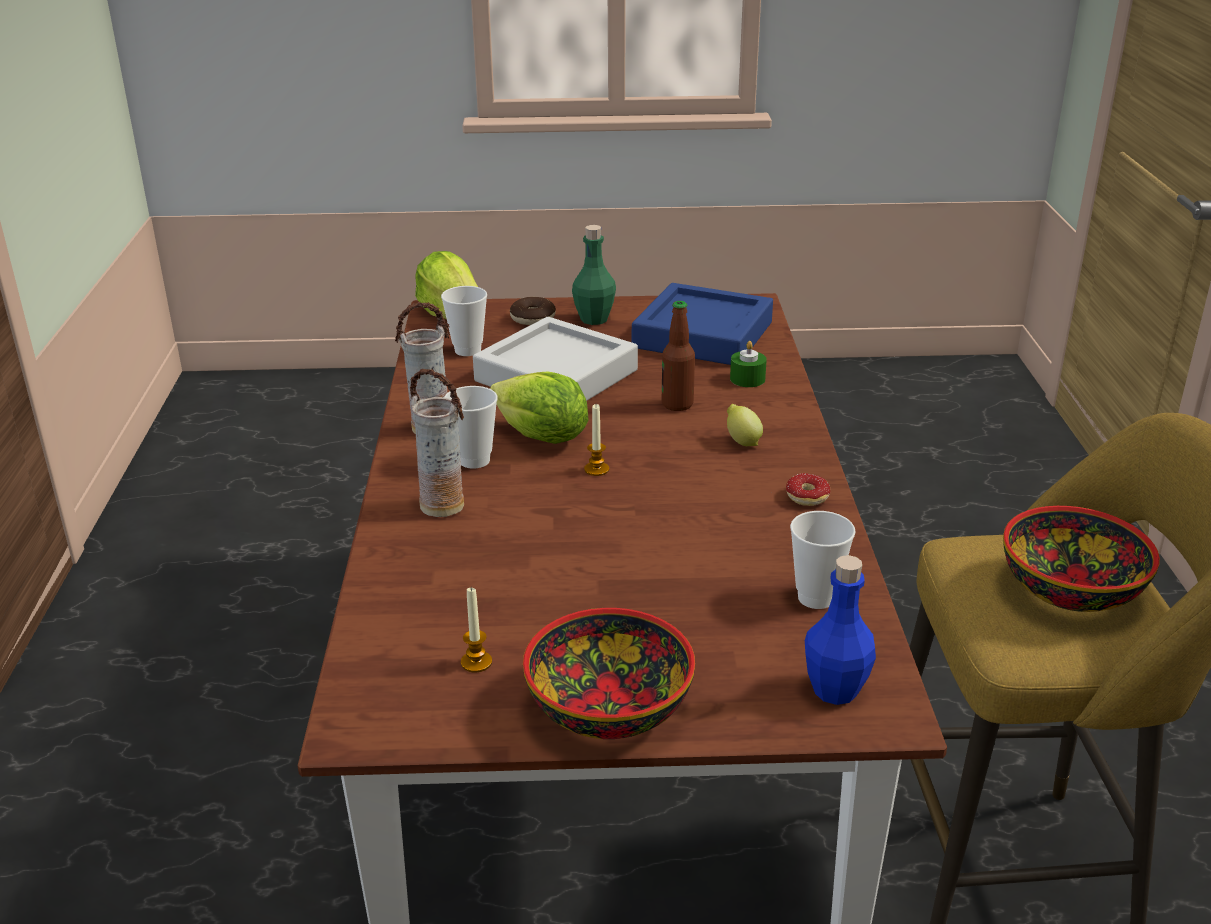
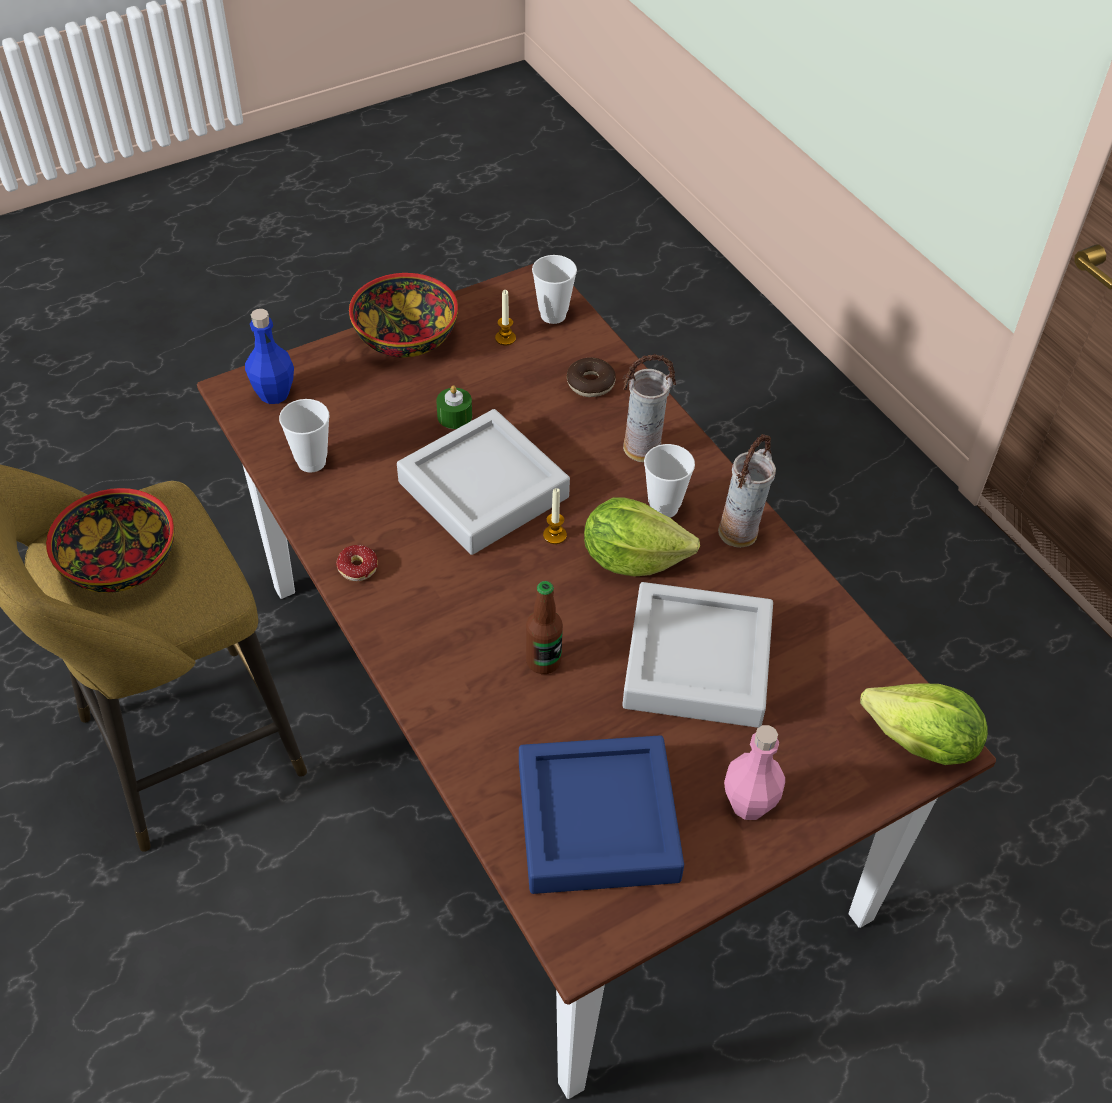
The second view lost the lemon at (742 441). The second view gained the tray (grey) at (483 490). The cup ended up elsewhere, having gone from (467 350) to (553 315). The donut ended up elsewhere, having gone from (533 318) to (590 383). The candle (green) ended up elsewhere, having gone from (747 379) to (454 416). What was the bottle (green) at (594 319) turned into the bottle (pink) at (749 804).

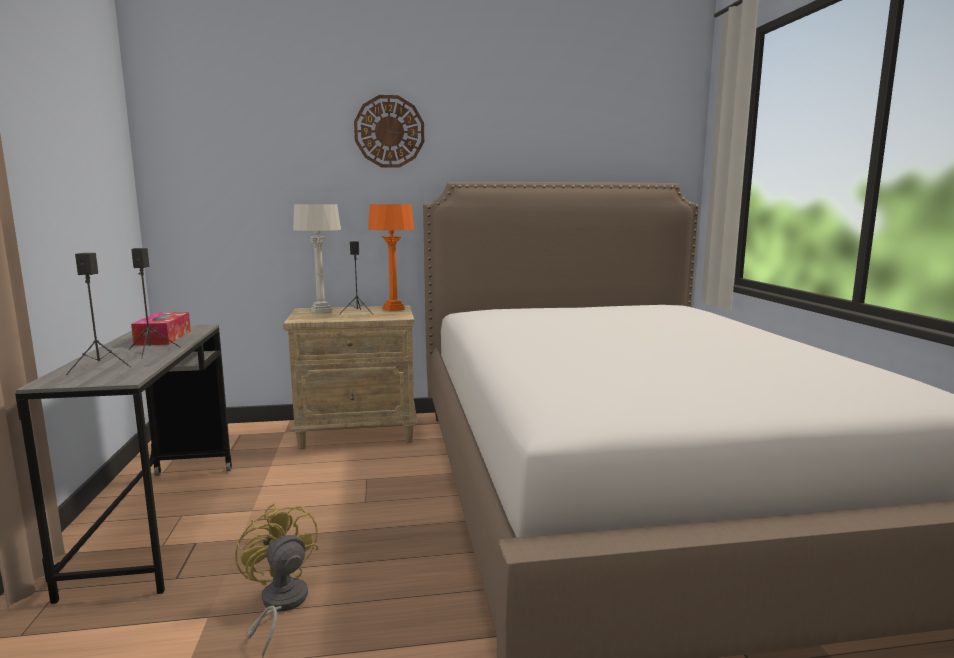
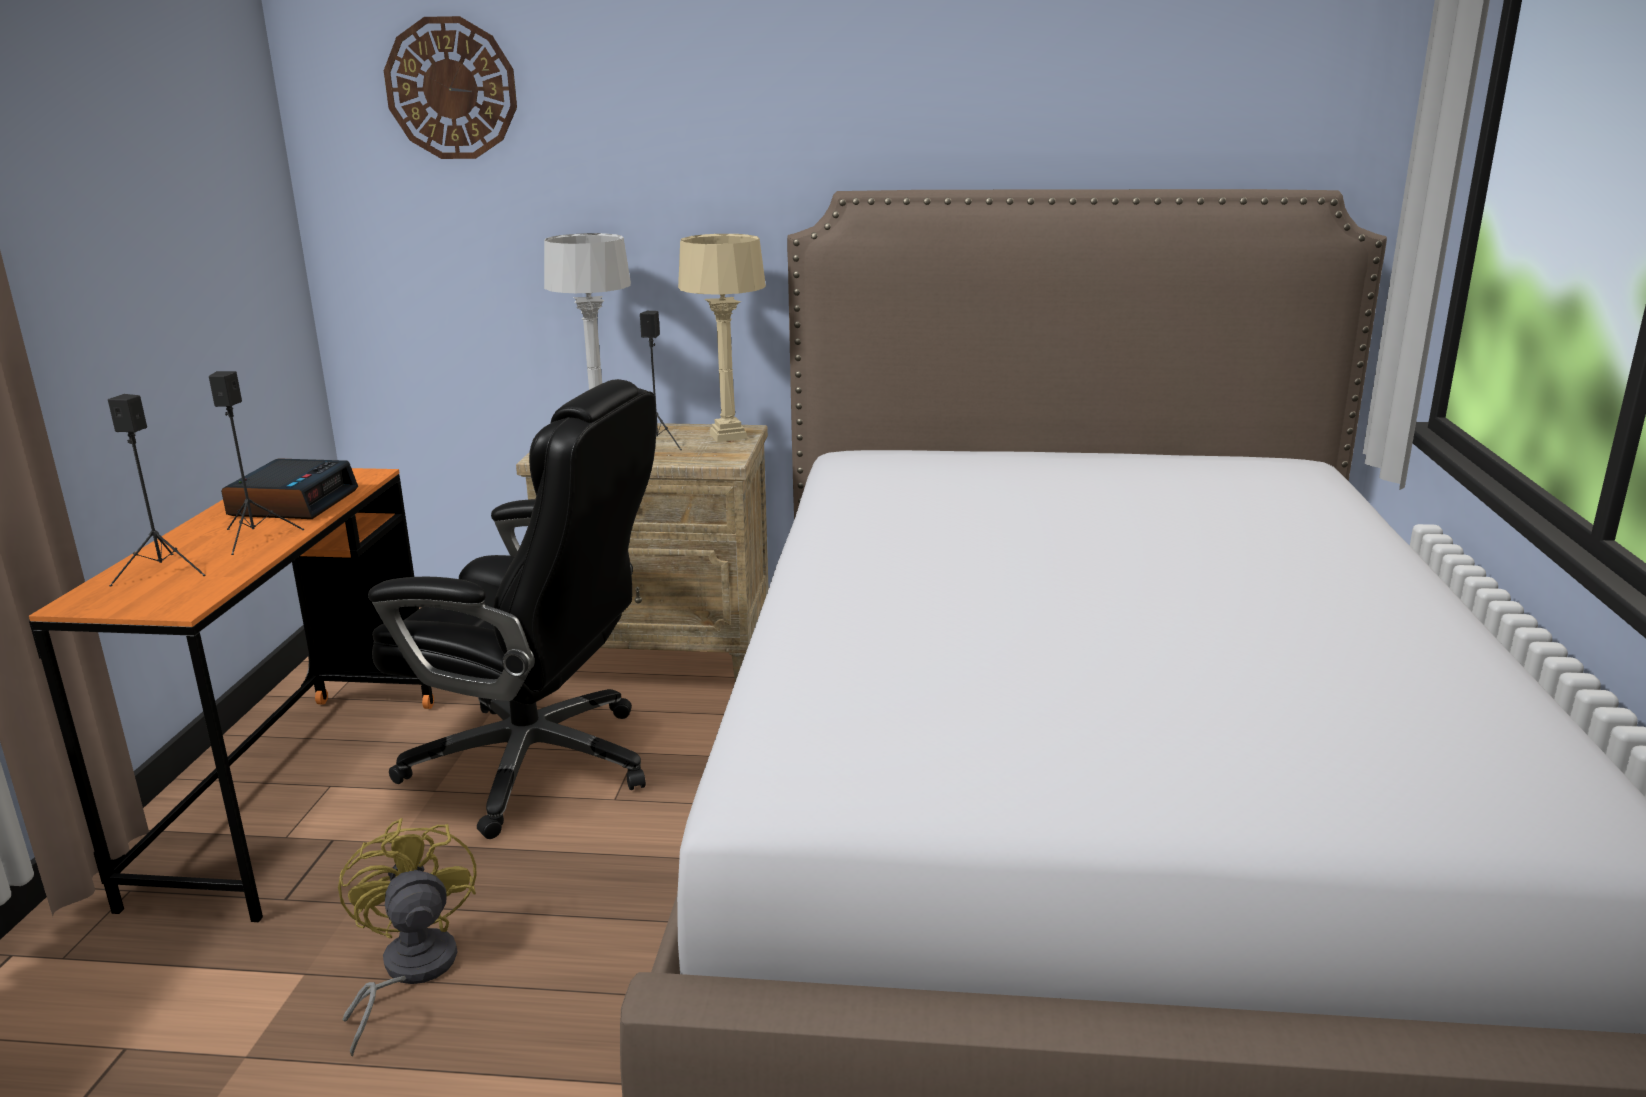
The second view gained the office chair (black) at (537 764). The wall clock ended up elsewhere, having gone from (389 131) to (451 89). Where the tissue box stood at (163 338), the alarm clock came to stand at (293 502). What was the desk (grey) at (159 523) turned into the desk (orange) at (294 795). What was the table lamp (orange) at (393 309) turned into the table lamp (beige) at (728 436).

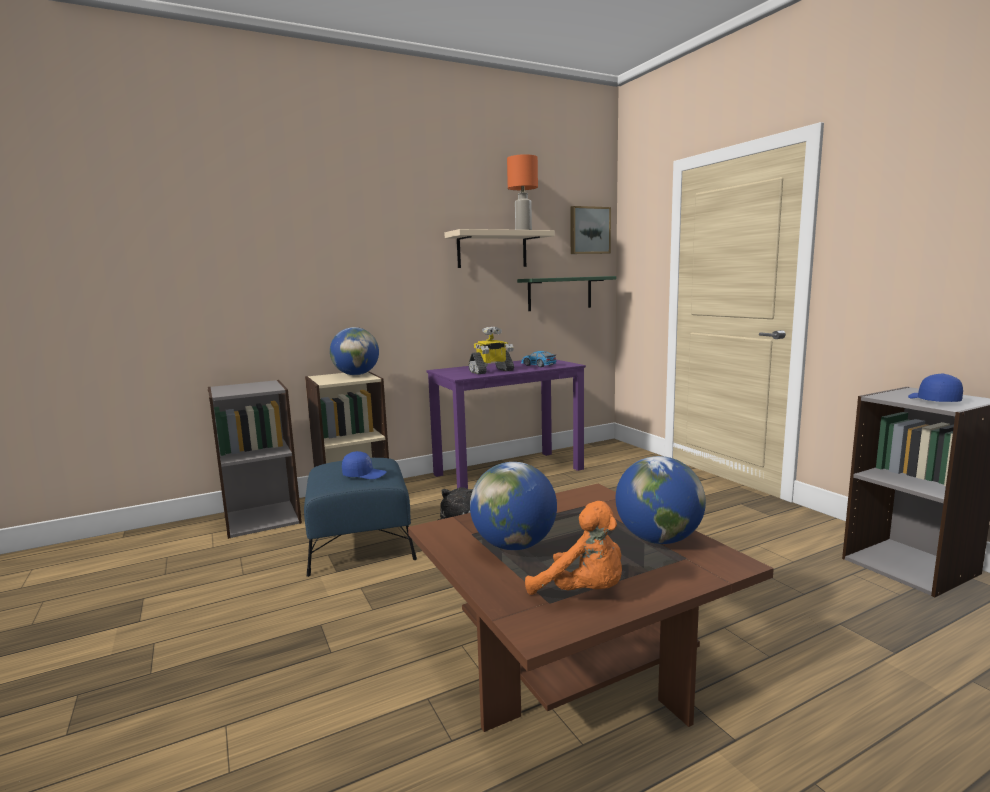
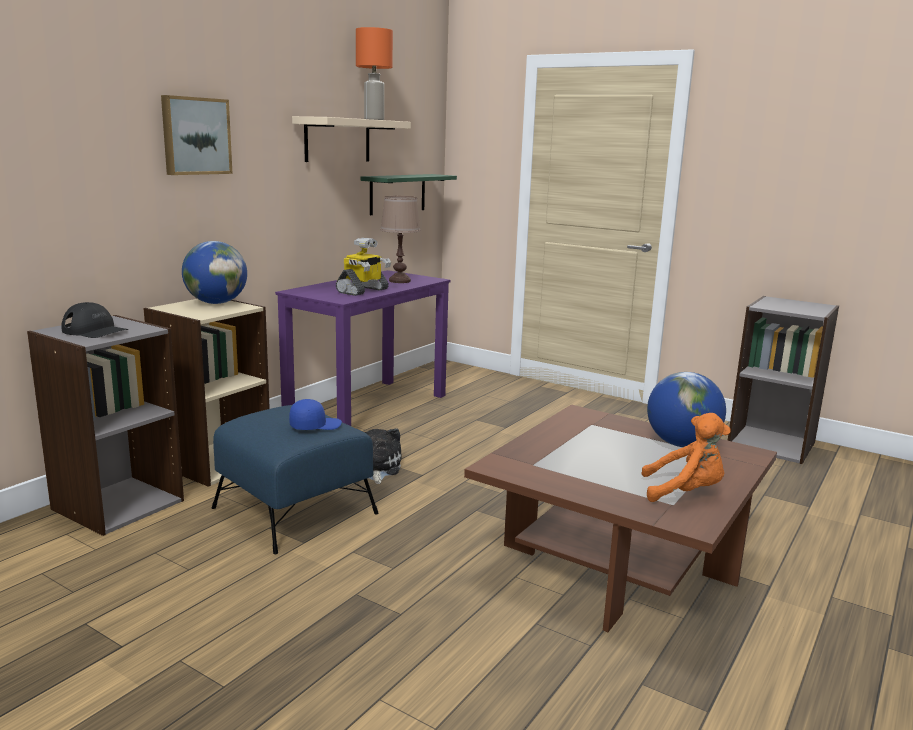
The second view lost the globe at (514 545). The second view lost the cap (blue) at (932 400). The second view gained the cap (black) at (95 331). The picture ended up elsewhere, having gone from (589 230) to (195 136). Where the toy car stood at (538 365), the table lamp (brown) came to stand at (400 281).

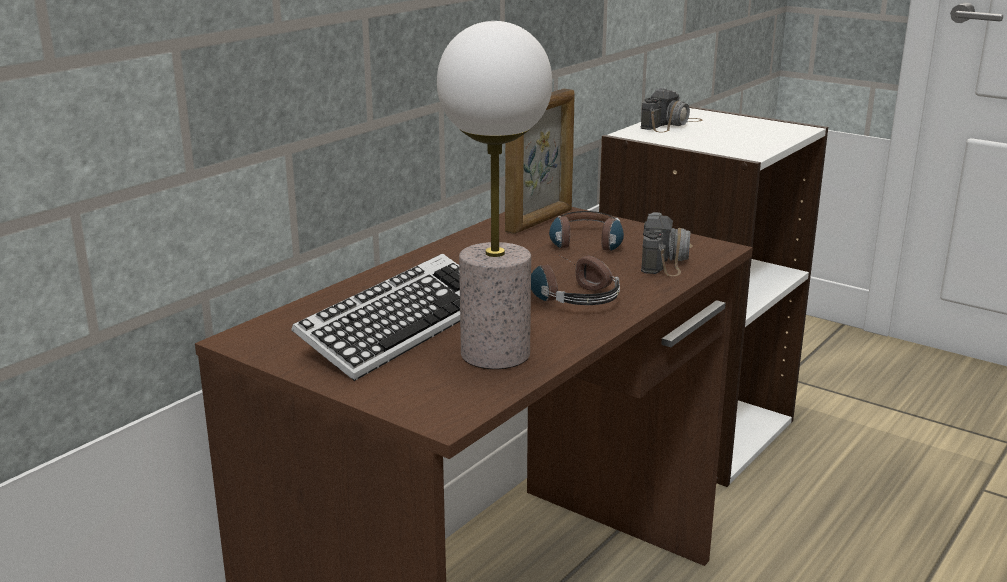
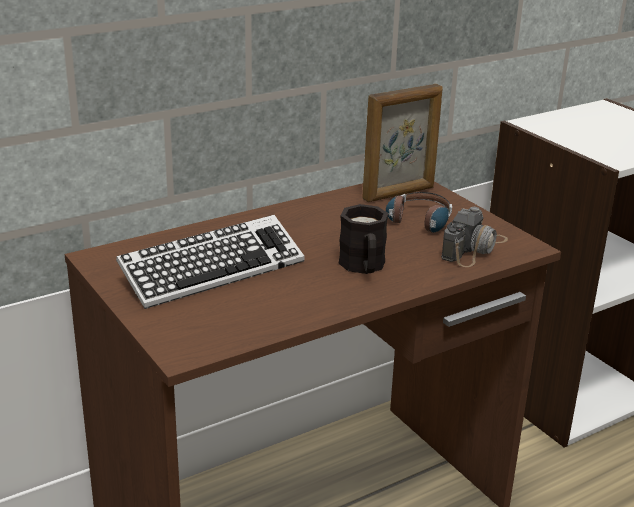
The second view lost the table lamp at (495 353). The second view lost the photo camera at (671 124). Where the headphones stood at (569 294), the mug (black) came to stand at (363 267).

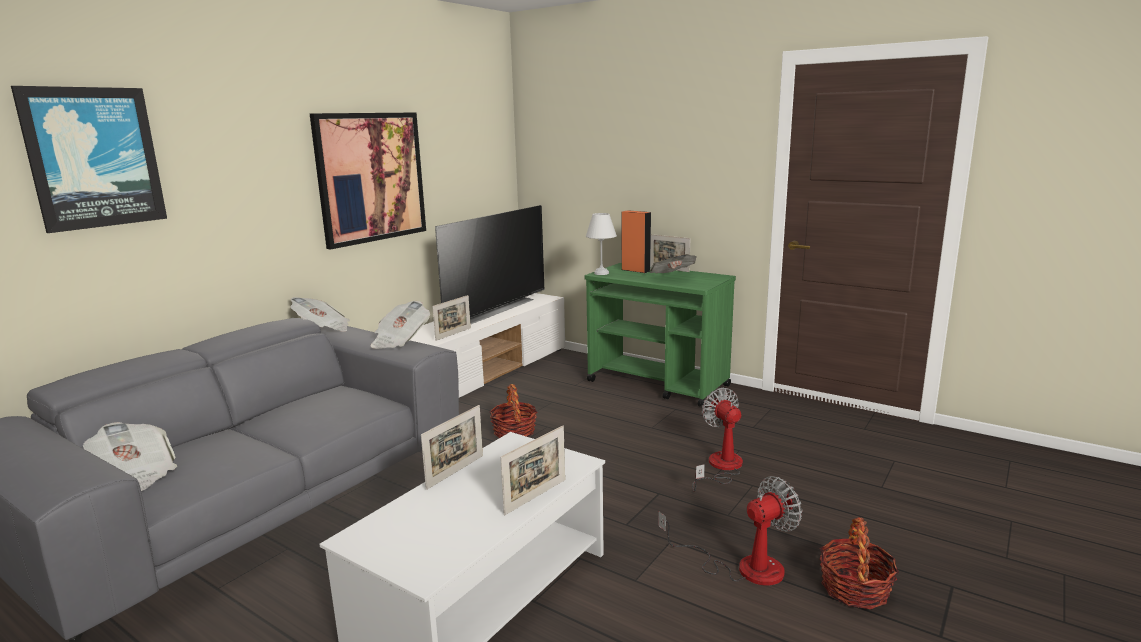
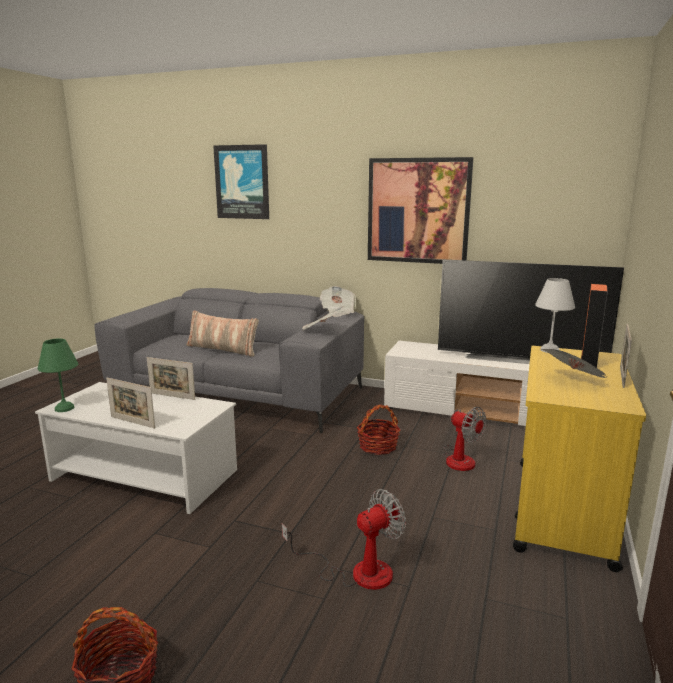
The second view lost the newspaper at (135 475). The second view lost the picture frame at (453 334). The second view gained the table lamp (green) at (64 409). The second view gained the pillow at (222 349). The fan ended up elsewhere, having gone from (743 567) to (459 458). What was the cart (green) at (658 384) turned into the cart (yellow) at (562 511).

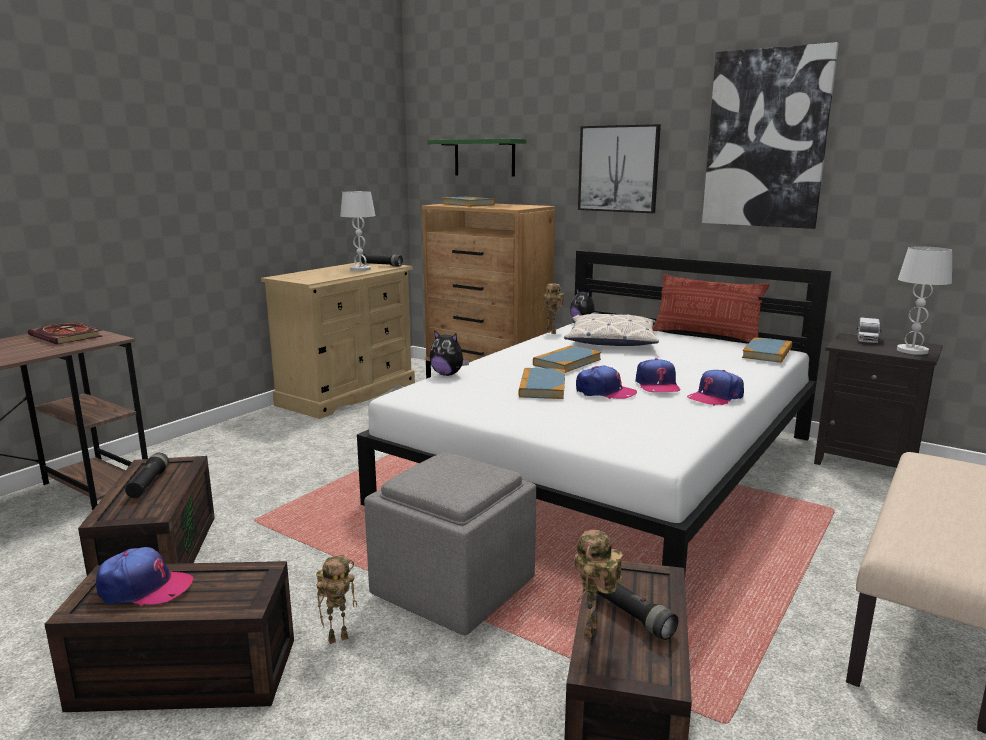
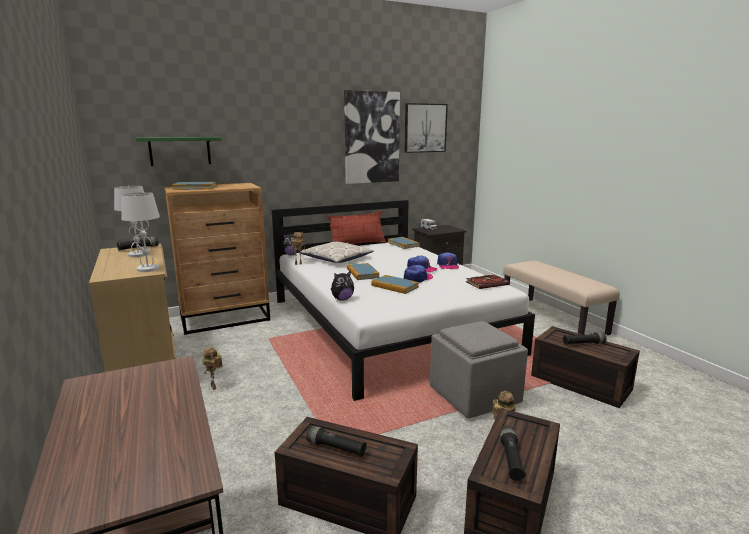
The book ended up elsewhere, having gone from (68 336) to (487 283). The toy robot ended up elsewhere, having gone from (593 632) to (215 387). The picture ended up elsewhere, having gone from (618 169) to (425 128). The table lamp (white) ended up elsewhere, having gone from (912 351) to (148 269). Where the cap stood at (144 588), the flashlight (black) came to stand at (511 459).

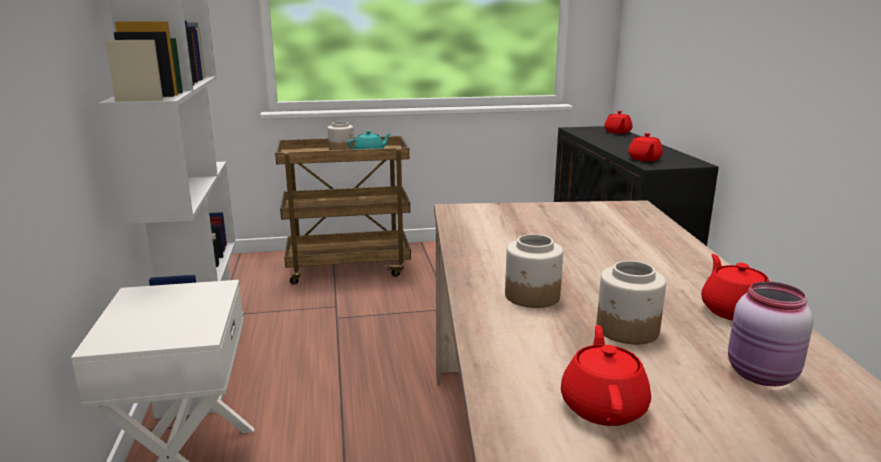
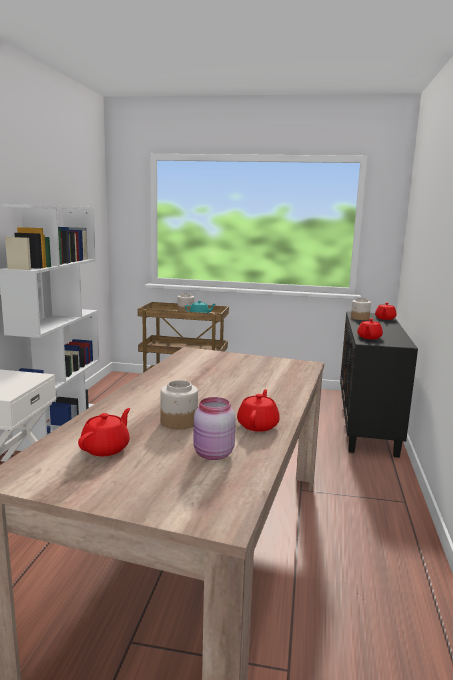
The jar ended up elsewhere, having gone from (532 296) to (360 318).

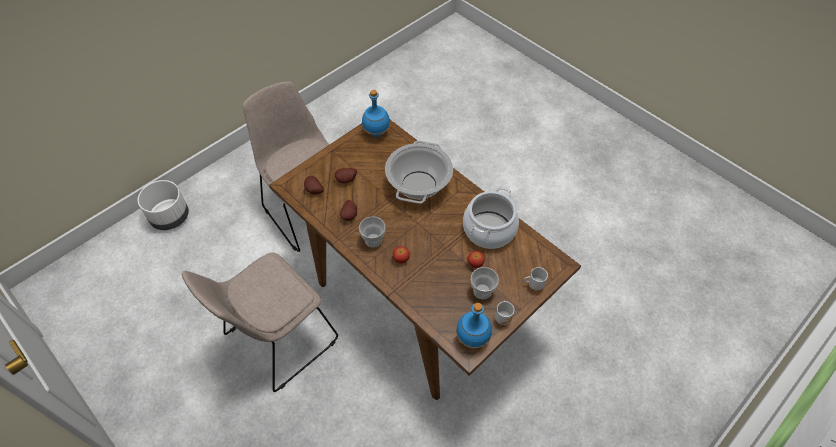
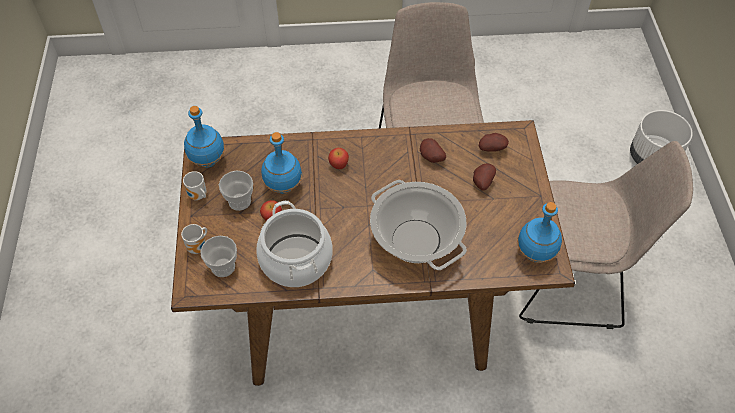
The second view gained the bottle (blue) at (283 187). The cup ended up elsewhere, having gone from (373 240) to (223 267).

